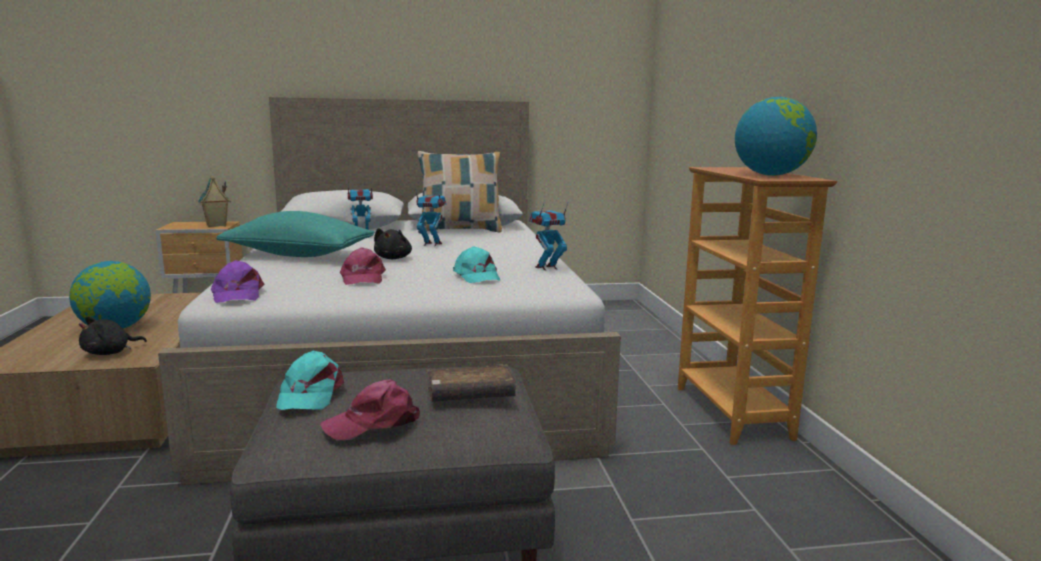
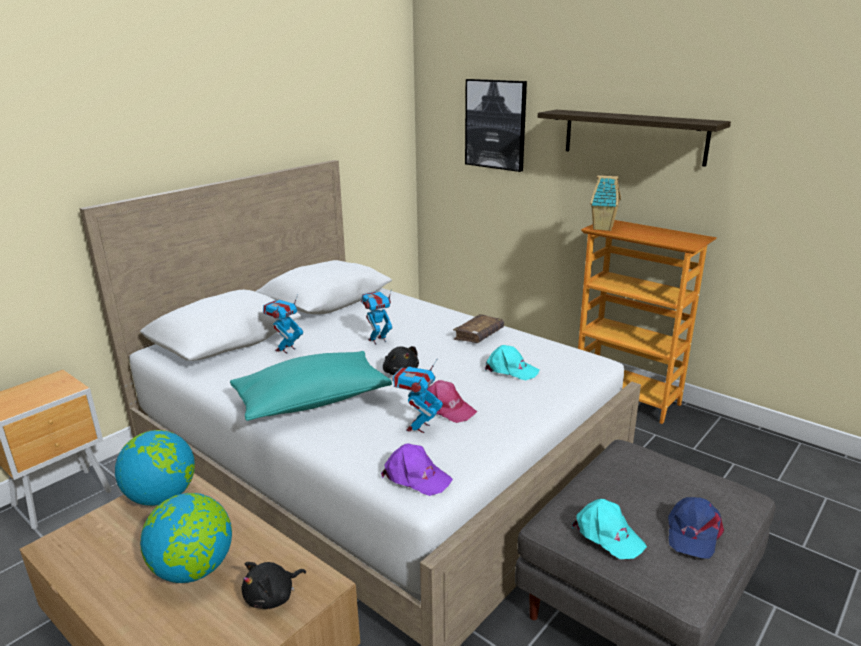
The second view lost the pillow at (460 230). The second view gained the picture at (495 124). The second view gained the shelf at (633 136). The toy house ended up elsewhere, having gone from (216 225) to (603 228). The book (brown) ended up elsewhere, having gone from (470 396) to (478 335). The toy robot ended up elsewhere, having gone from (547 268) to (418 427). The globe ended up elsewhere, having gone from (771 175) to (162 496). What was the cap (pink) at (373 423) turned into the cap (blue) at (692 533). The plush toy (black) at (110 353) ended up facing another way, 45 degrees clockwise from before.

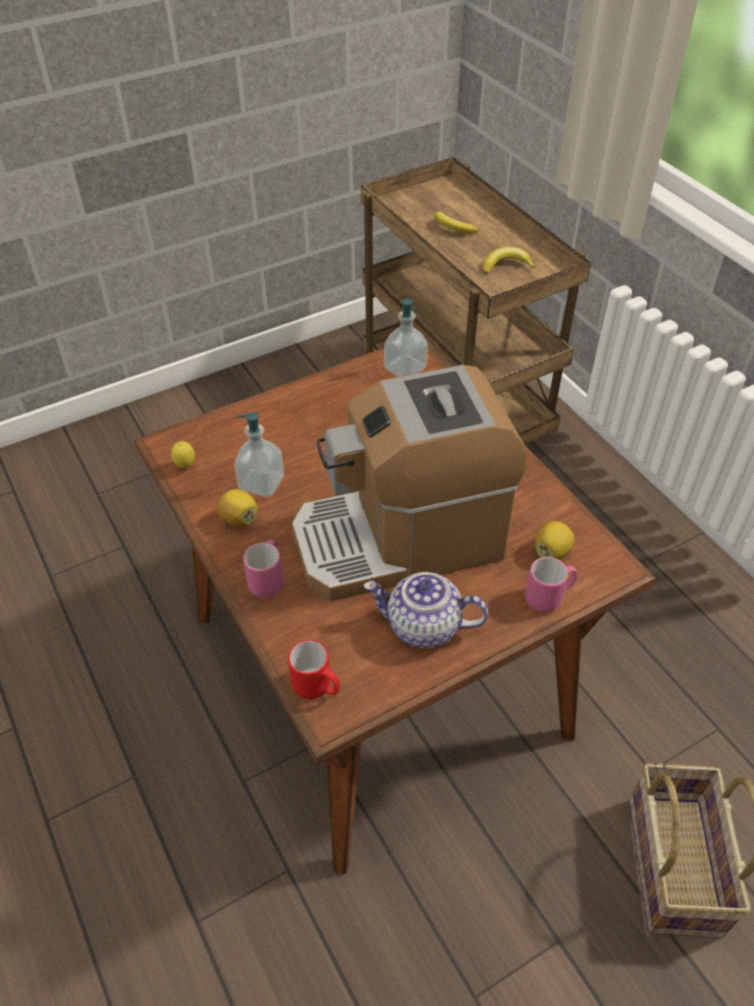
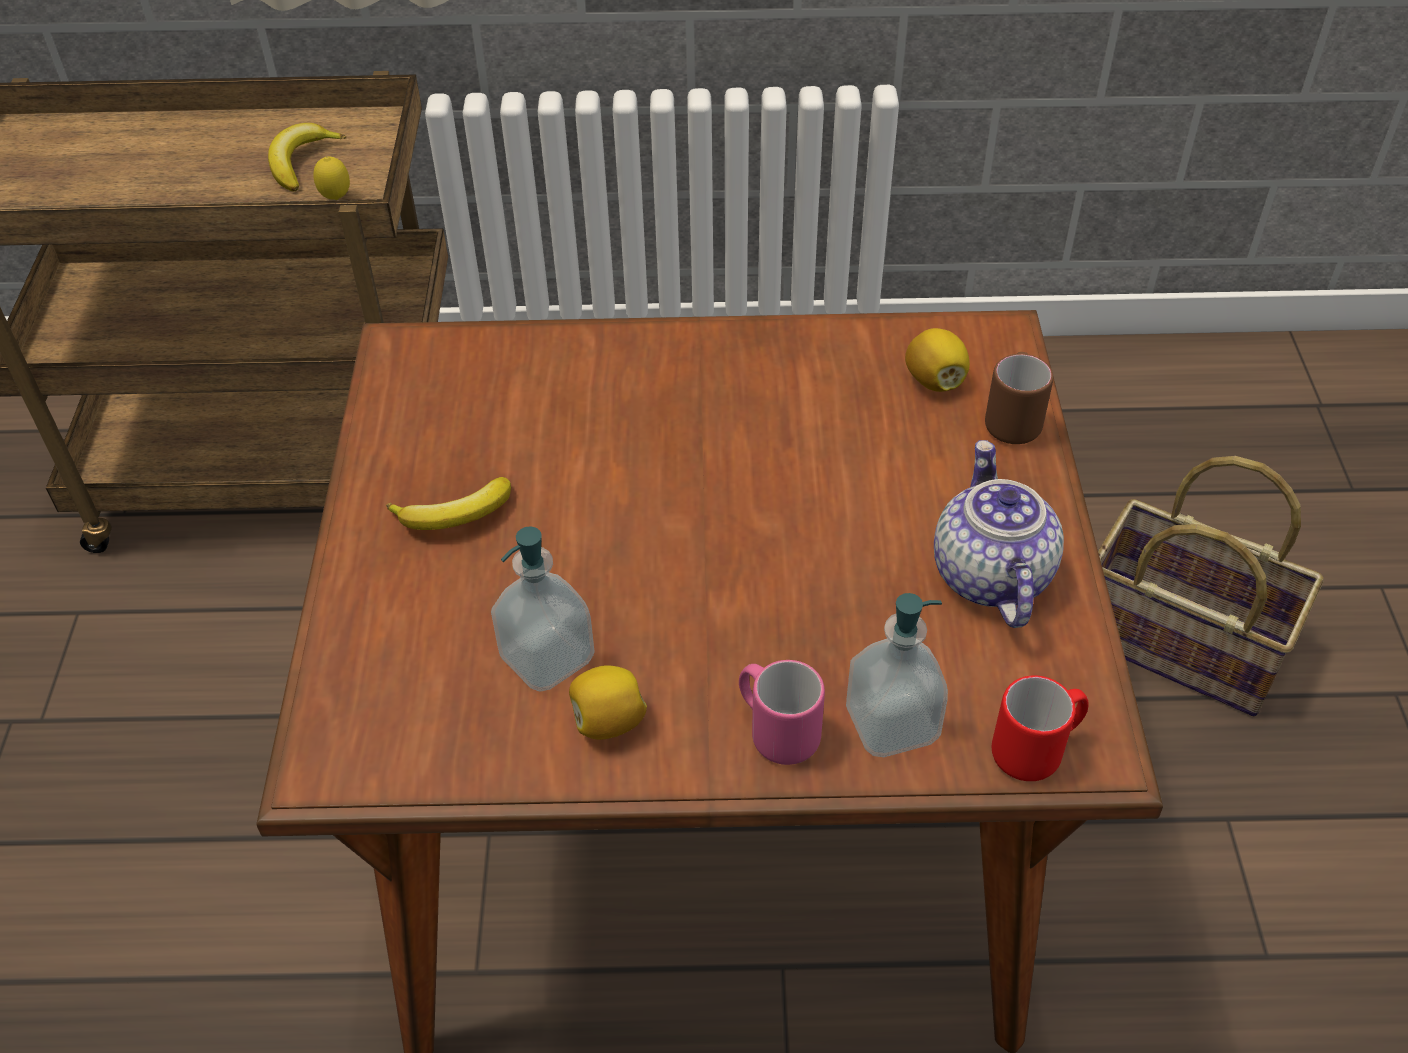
The second view lost the coffee machine at (400 539). The lemon ended up elsewhere, having gone from (185 466) to (336 199). The soap dispenser ended up elsewhere, having gone from (405 369) to (892 724). The banana ended up elsewhere, having gone from (452 228) to (455 516). What was the mug (pink) at (549 597) turned into the mug (brown) at (1013 419). The teapot at (423 626) ended up facing another way, 135 degrees clockwise from before.

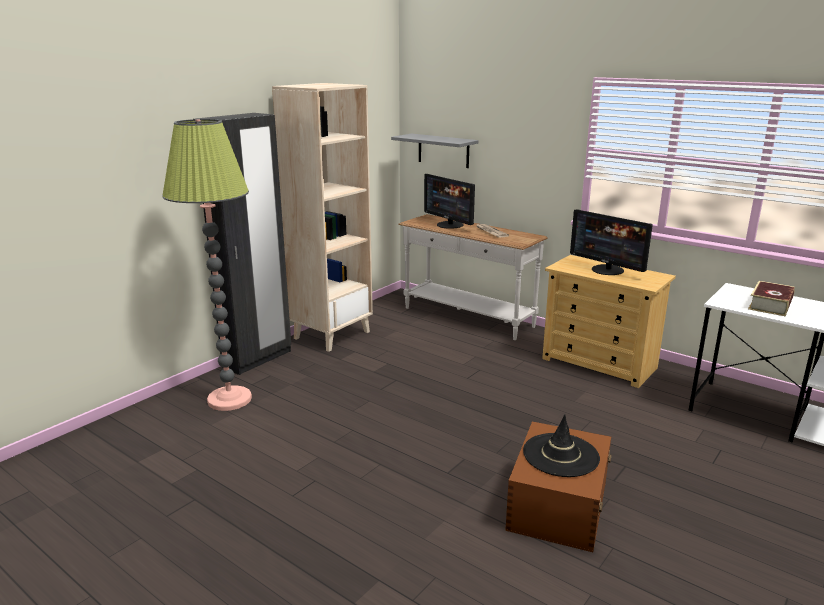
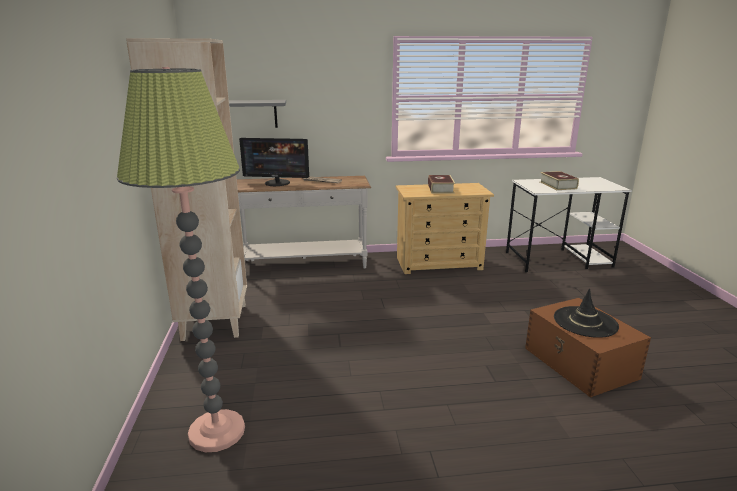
The second view lost the wardrobe (black) at (258 359). Where the monitor stood at (607 270), the book came to stand at (440 189).

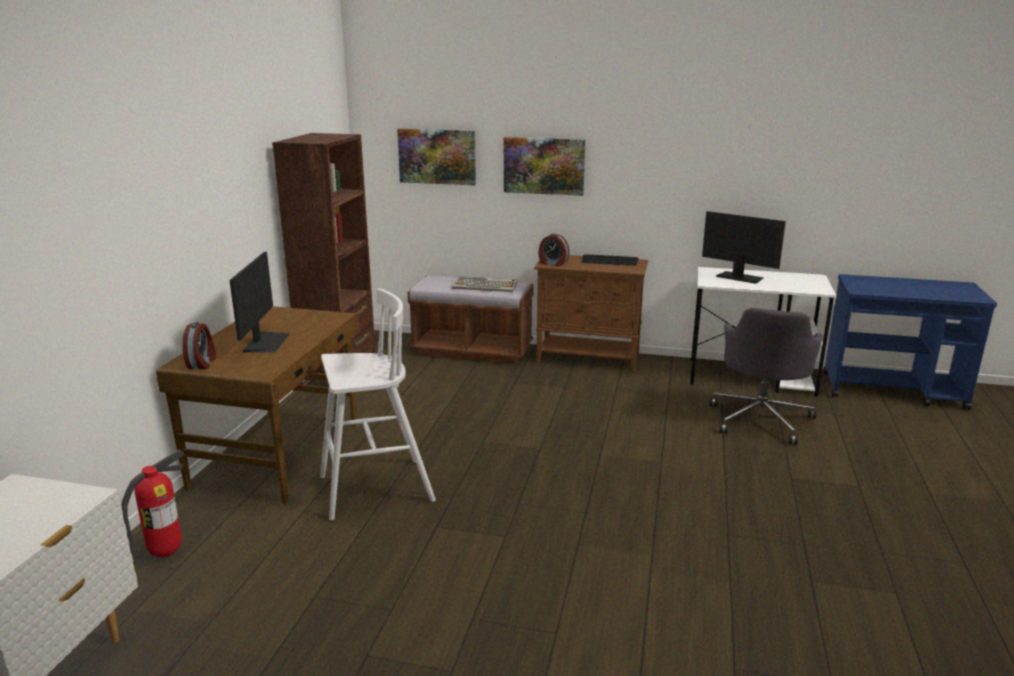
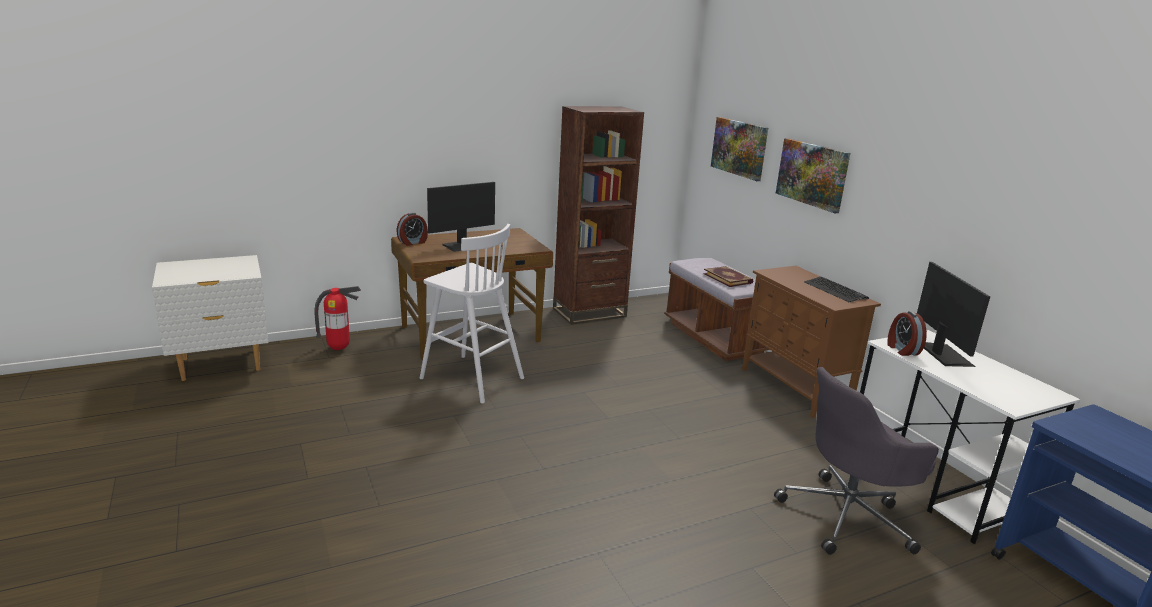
The alarm clock ended up elsewhere, having gone from (553 263) to (902 350). Where the keyboard stood at (485 286), the book came to stand at (728 278).

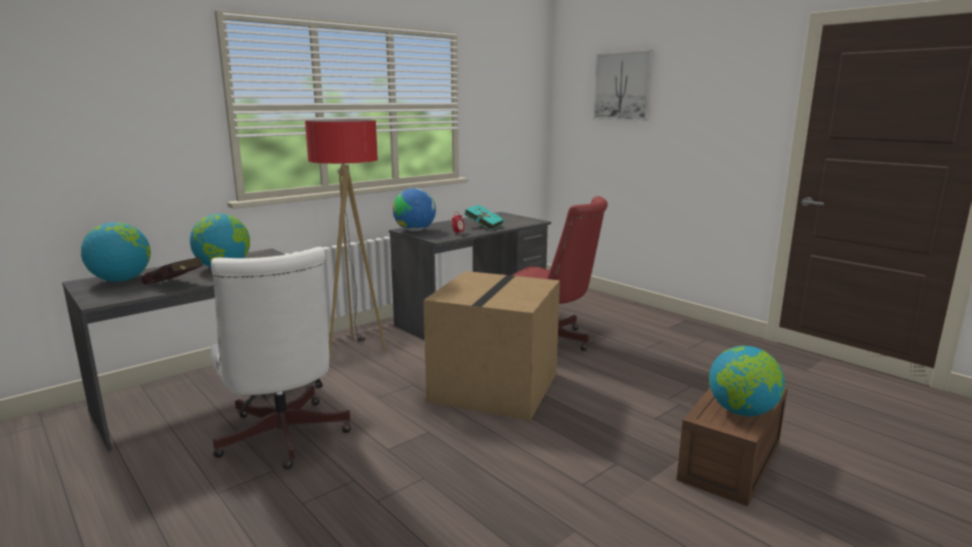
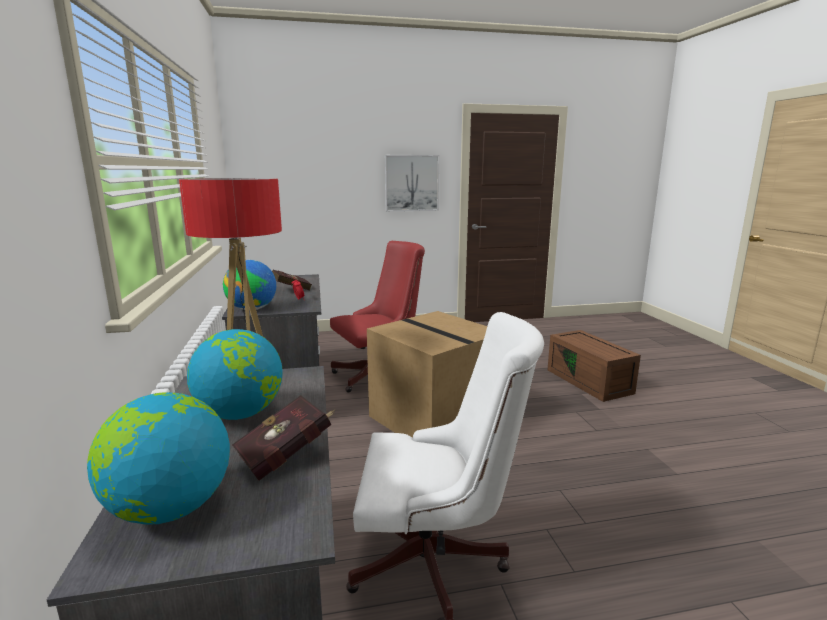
The second view lost the globe at (741 411). The picture ended up elsewhere, having gone from (623 86) to (411 183). What was the book (turquoise) at (483 226) turned into the book (red) at (290 290).

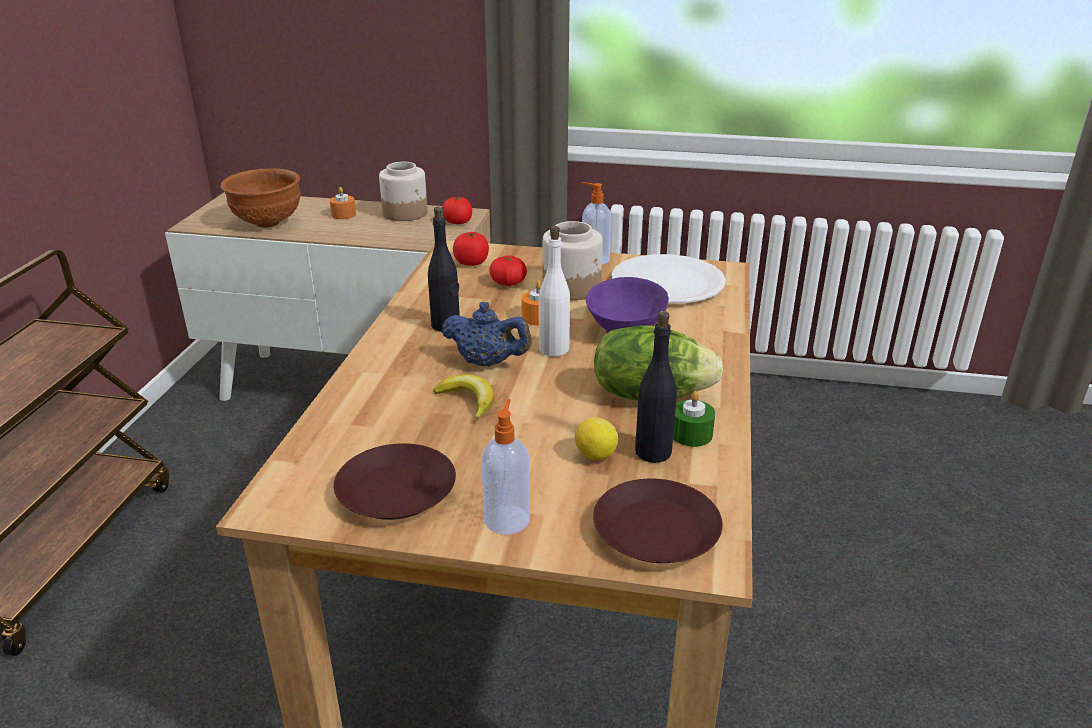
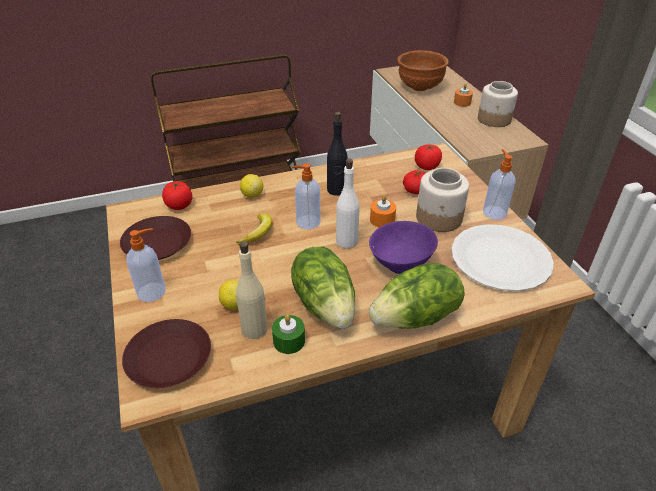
The second view gained the lemon at (252 195). The second view gained the lettuce at (416 318). The tomato ended up elsewhere, having gone from (457 222) to (179 205). Where the teapot (blue) stood at (487 363), the soap dispenser came to stand at (307 222). What was the bottle (black) at (653 452) turned into the bottle (beige) at (255 329).

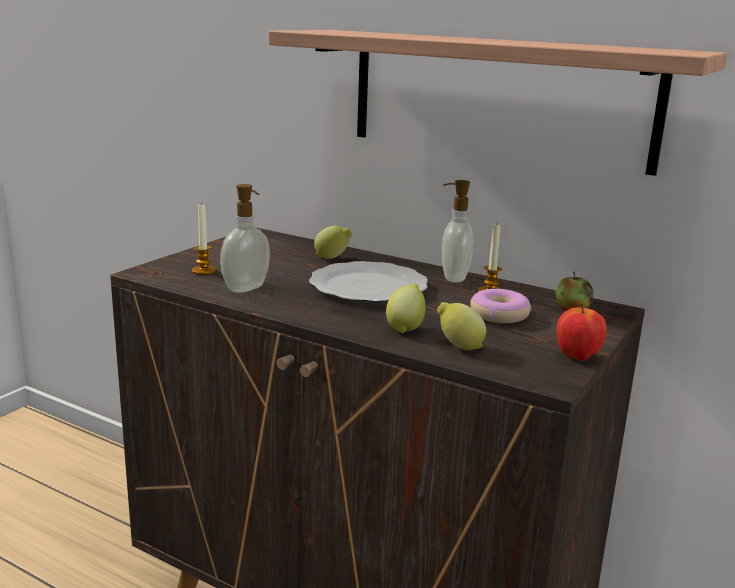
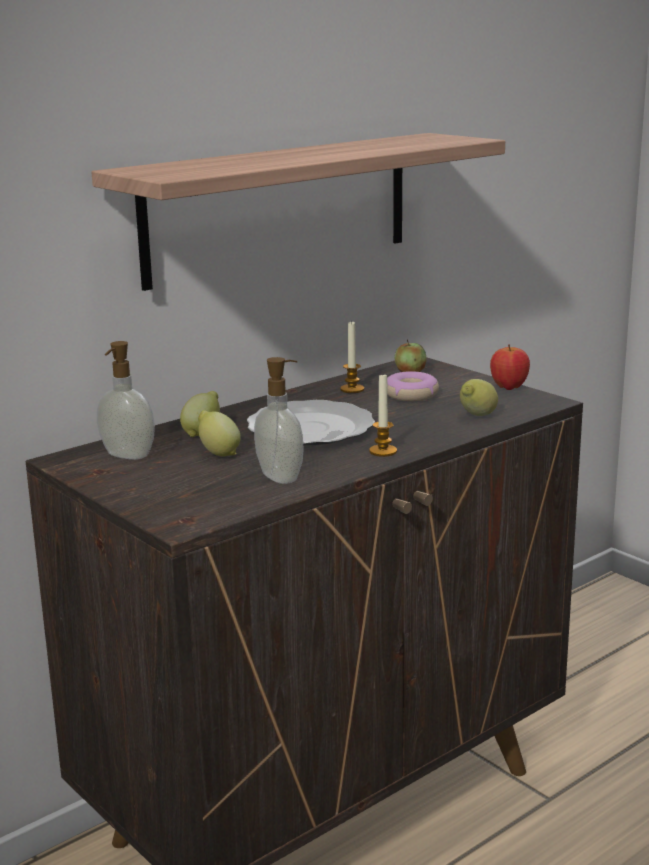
The candle ended up elsewhere, having gone from (203 271) to (383 451). The lemon ended up elsewhere, having gone from (405 328) to (218 453). The soap dispenser ended up elsewhere, having gone from (453 277) to (127 456).

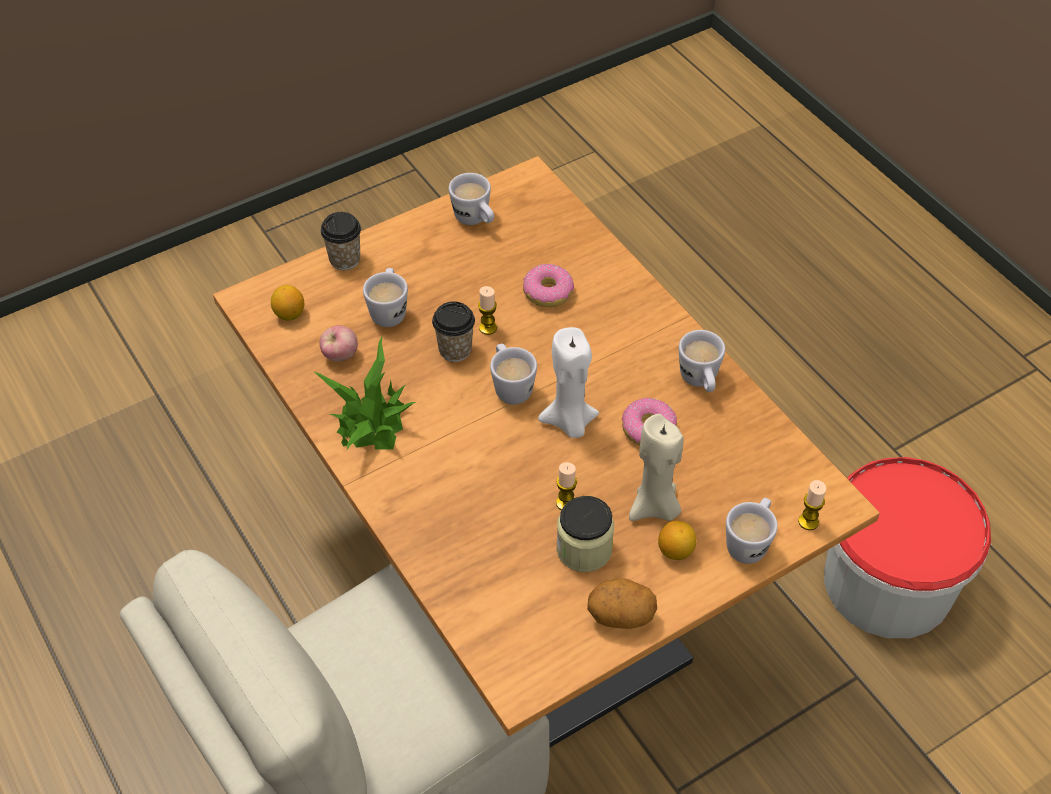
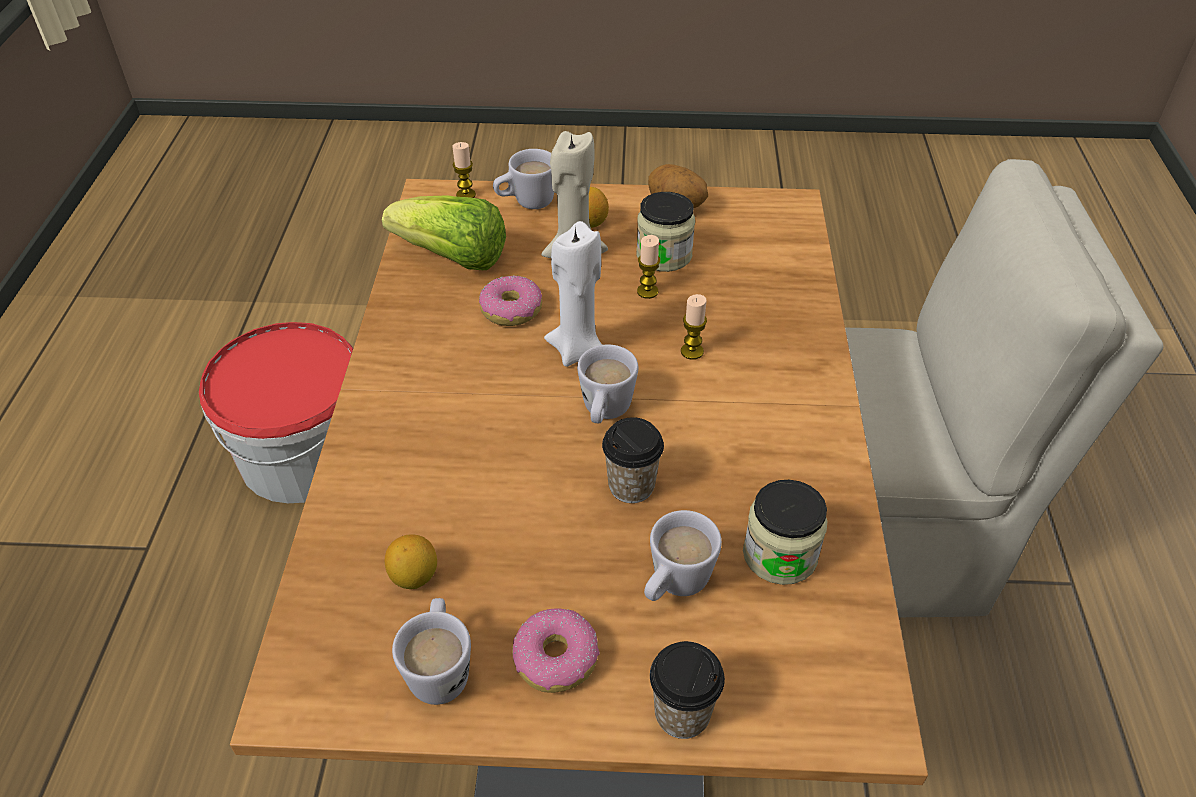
The second view lost the potted plant at (372 420). The second view lost the mug (white) at (700 382). The second view gained the lettuce at (452 258). The lemon ended up elsewhere, having gone from (289 314) to (414 577). The candle ended up elsewhere, having gone from (488 328) to (692 351). The donut ended up elsewhere, having gone from (548 292) to (555 658). Where the apple stood at (340 356), the jar came to stand at (780 555).

